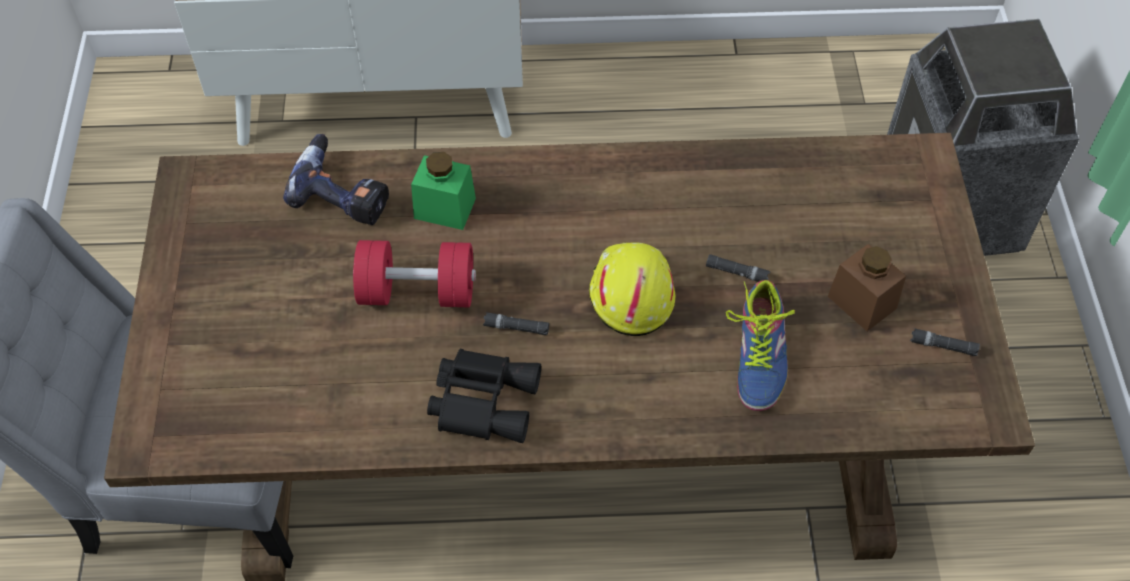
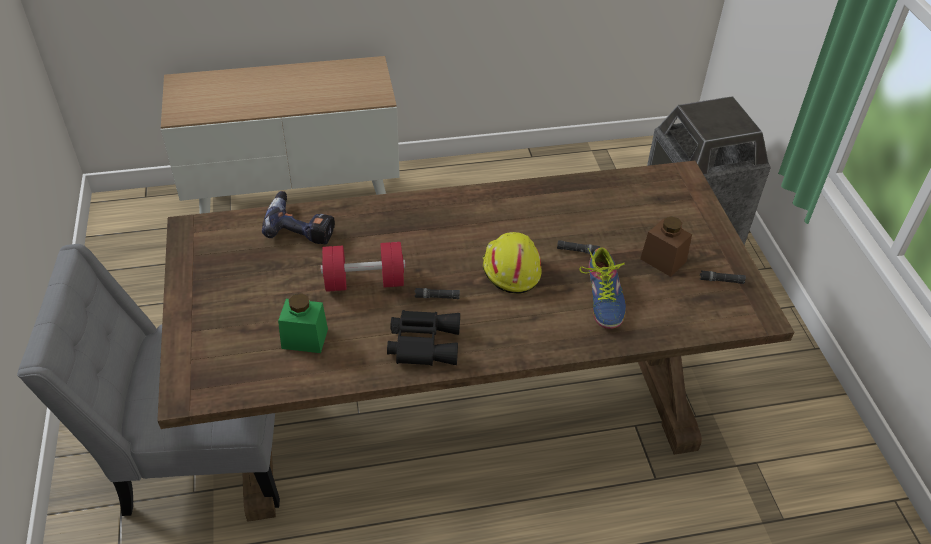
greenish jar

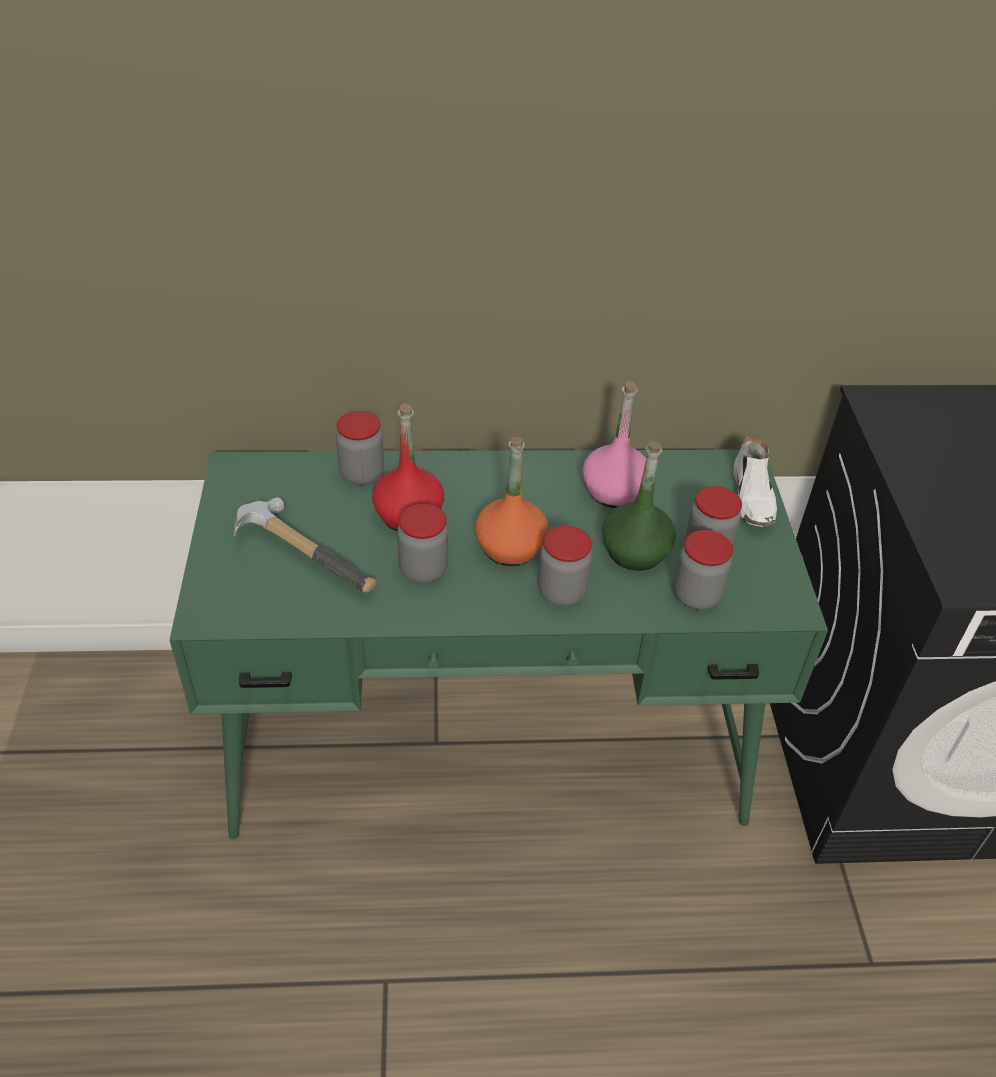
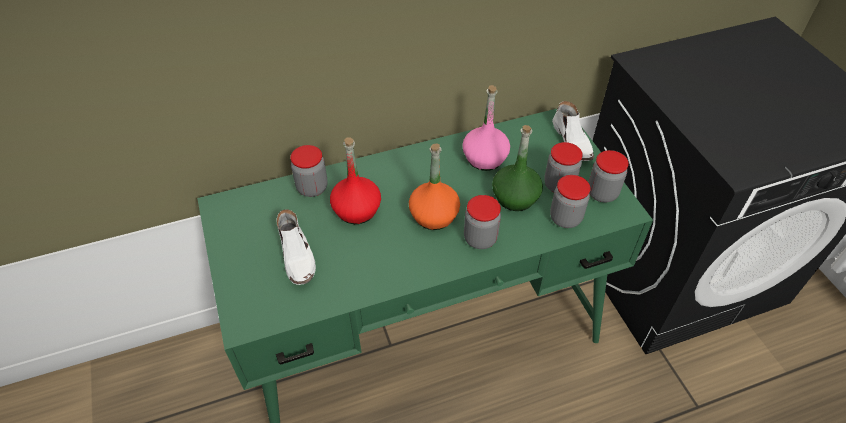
whitish item of footwear (1st from left)
jar (5th from left)

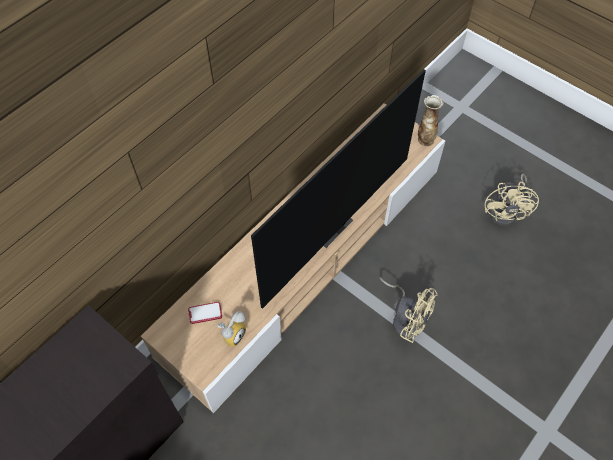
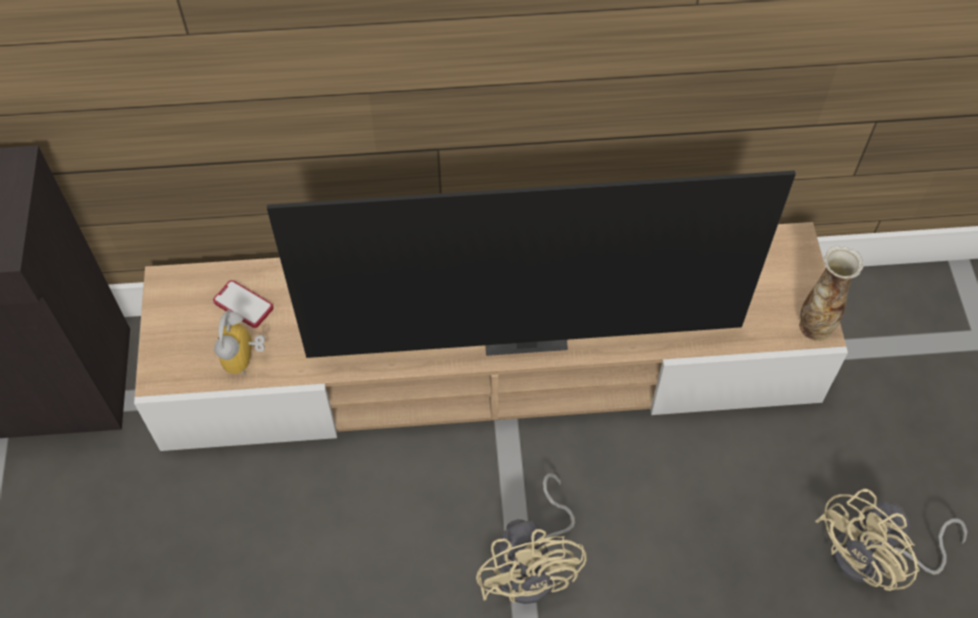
bedside clock

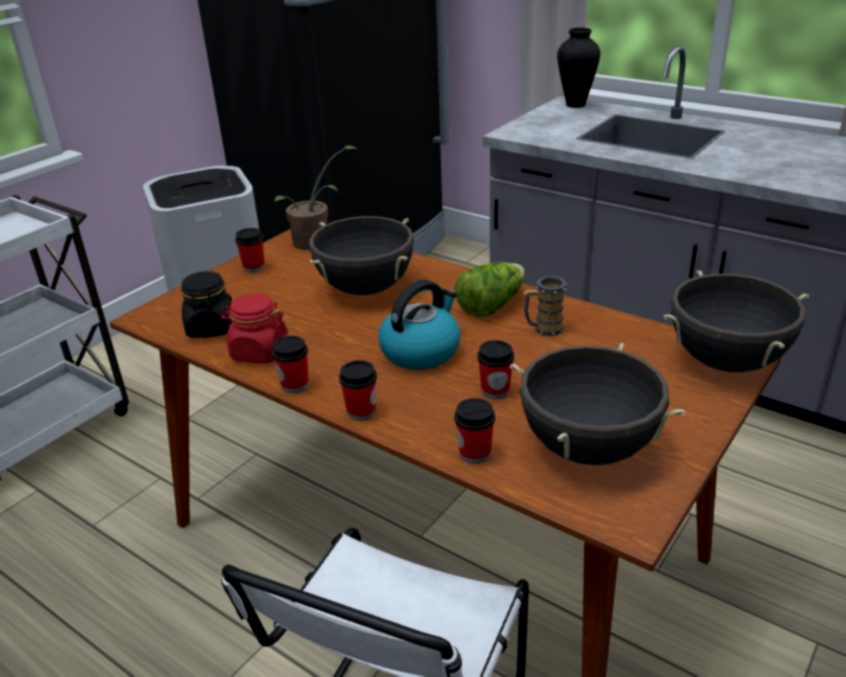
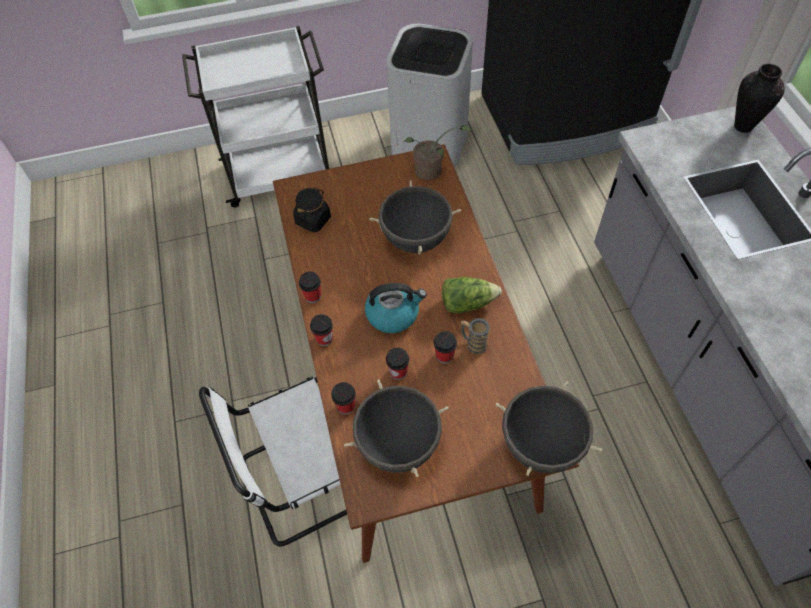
small cup (5th from left)
red jar

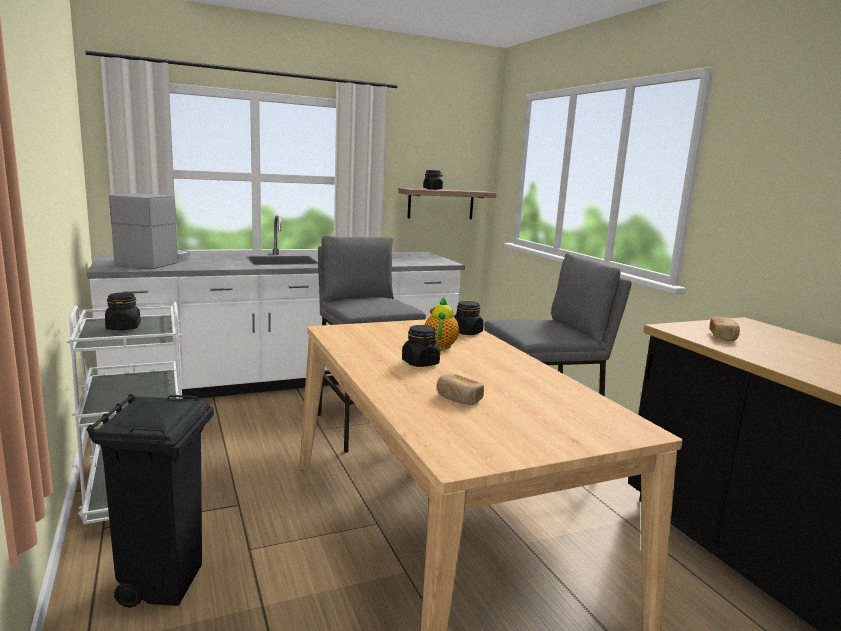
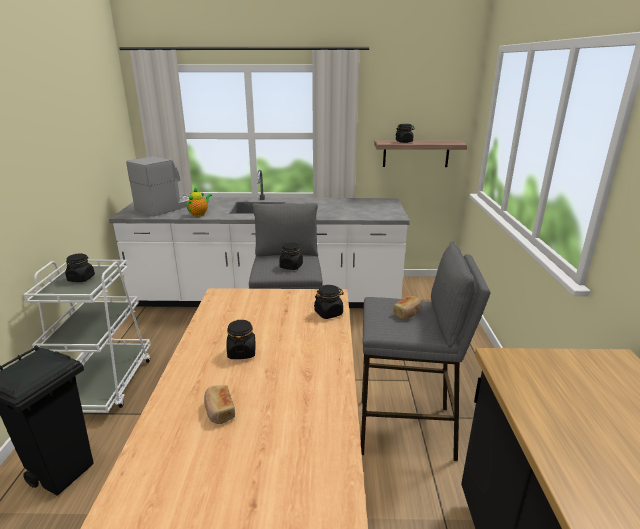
pot for tea
blackish jar (3rd from left)
bread (2nd from left)

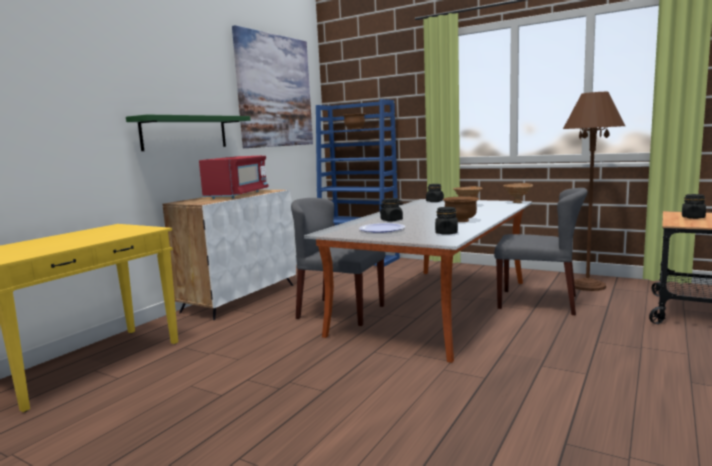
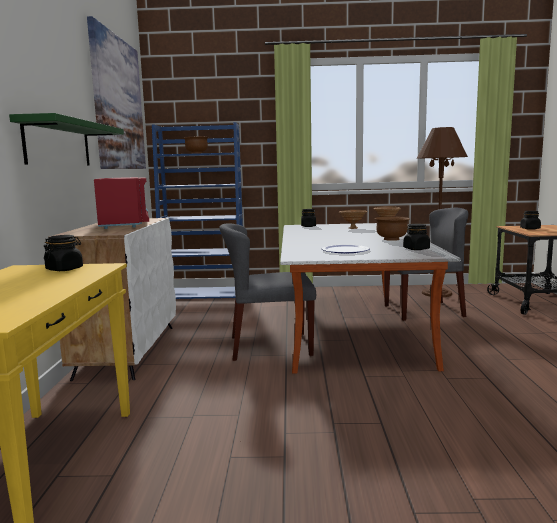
blackish jar (1st from left)

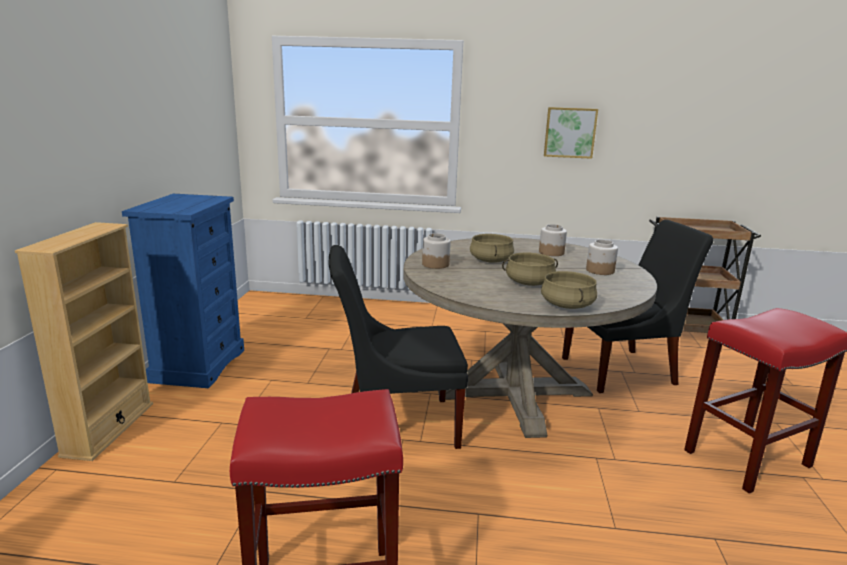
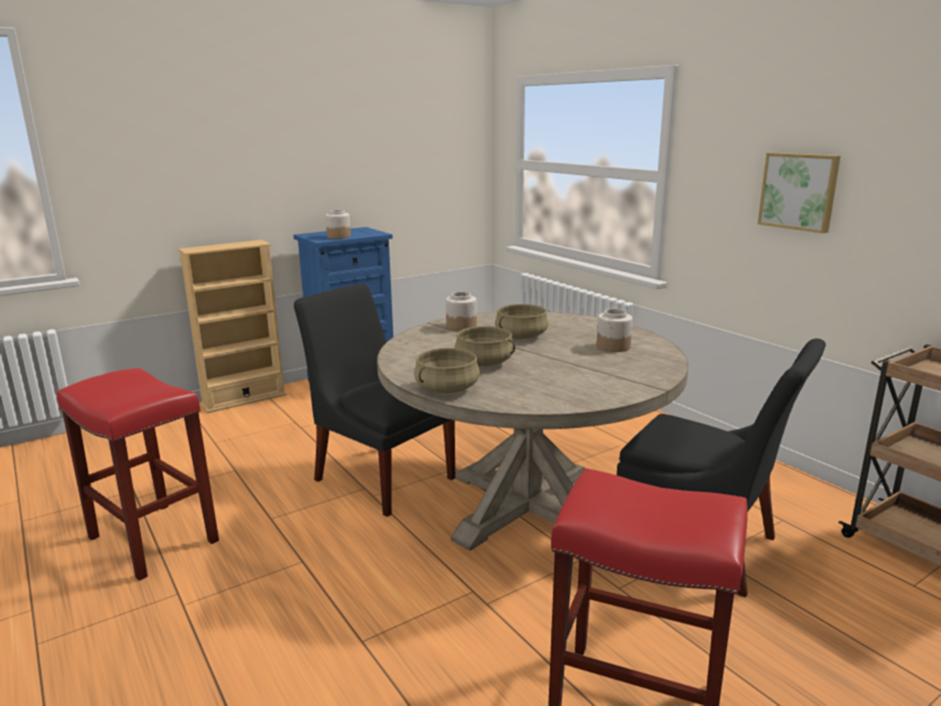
jar (1st from left)

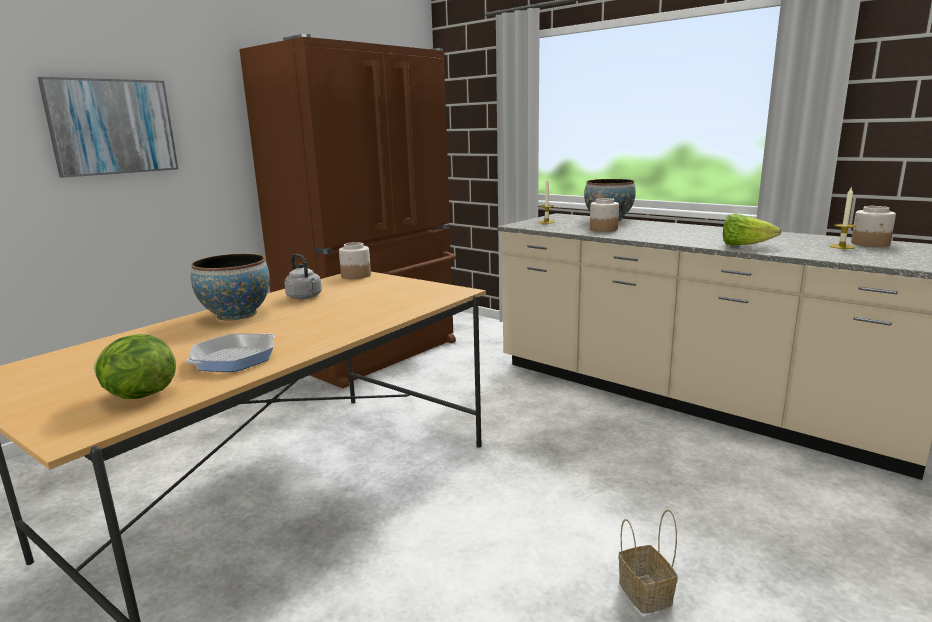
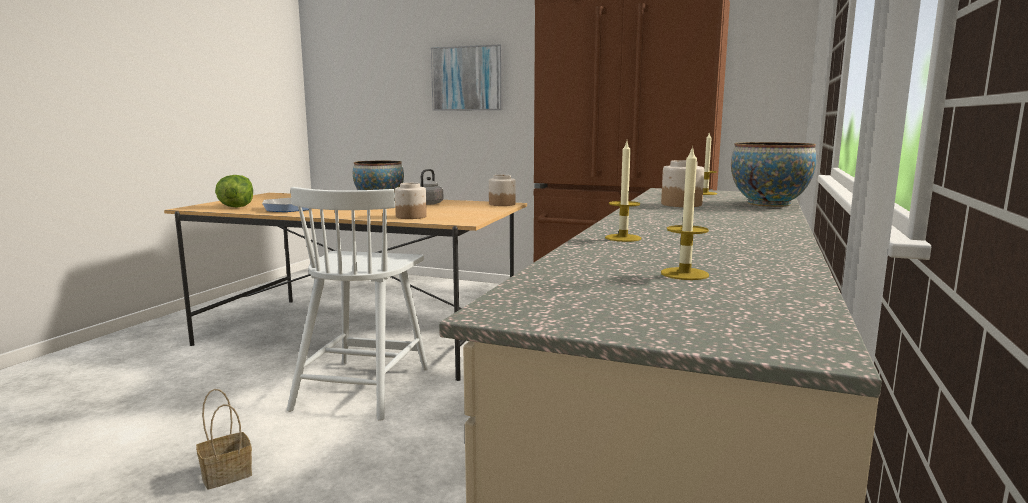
whitish plain chair
jar (1st from left)
candle (1st from left)

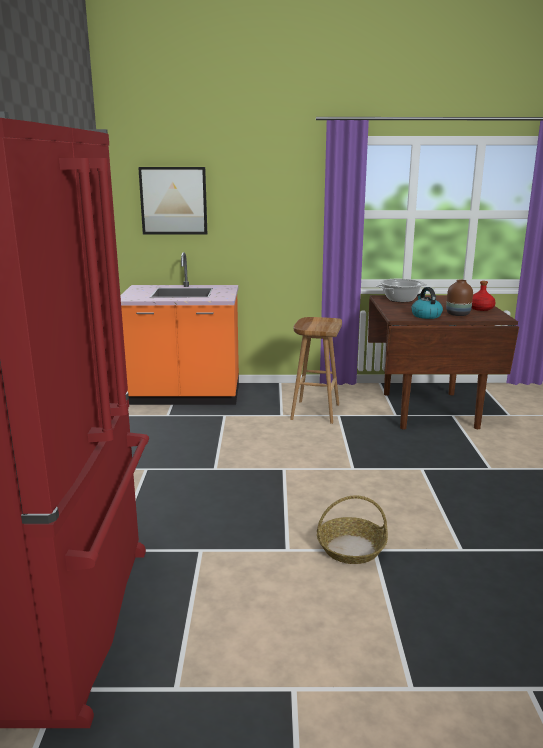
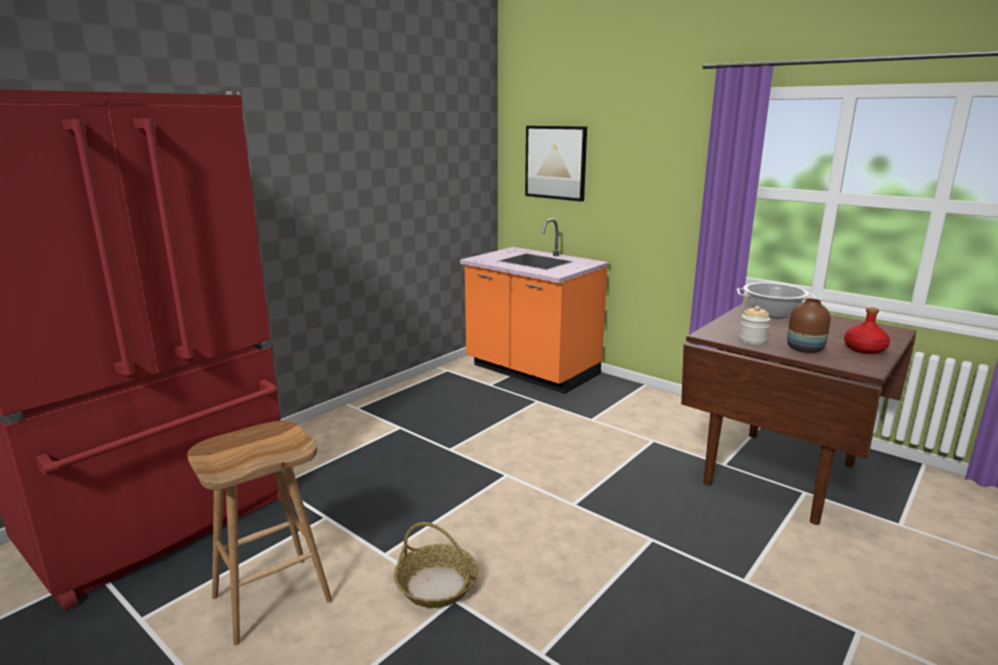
brown-coloured stool seat
jar

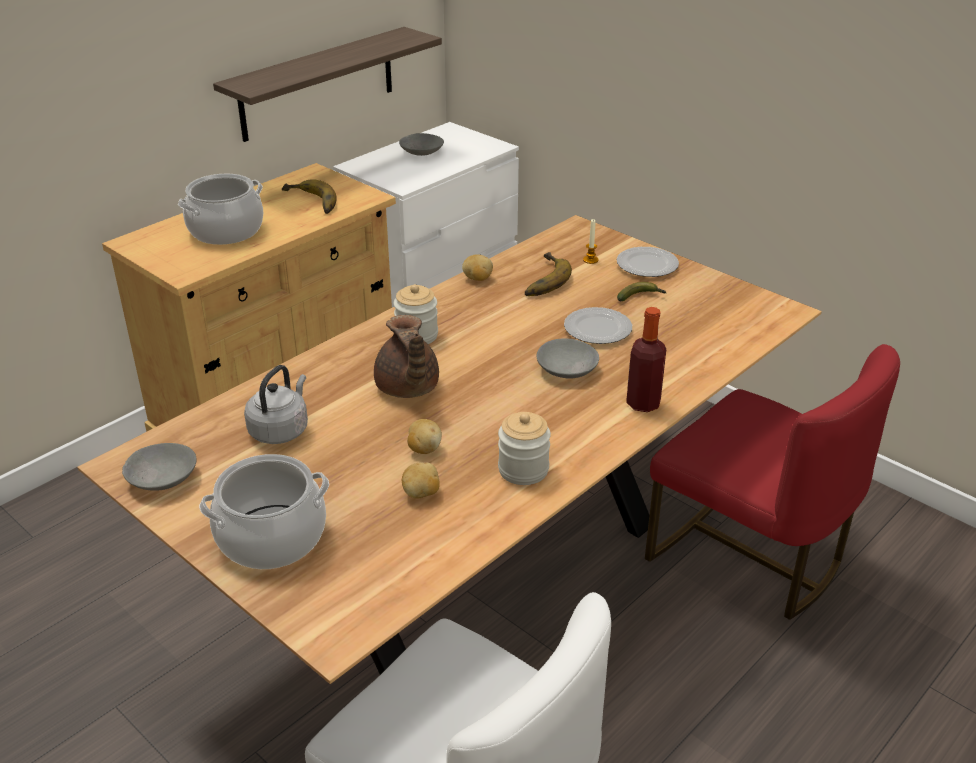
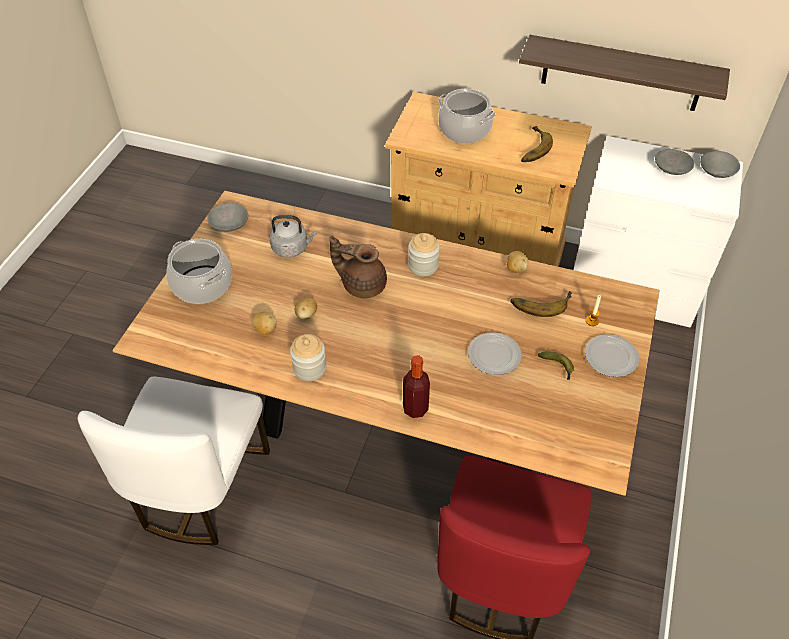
brown-coloured pot for tea
gray serving bowl (3rd from left)

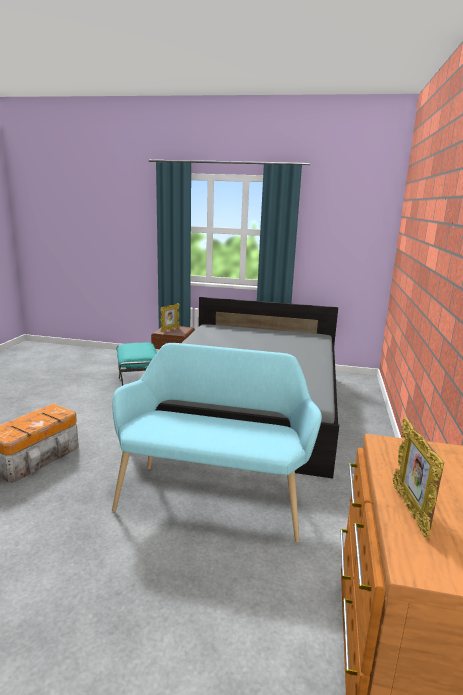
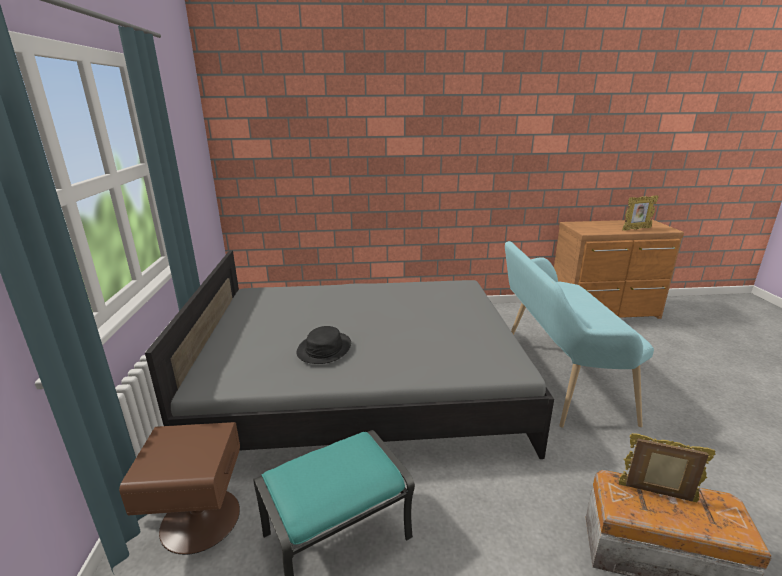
blackish wearable hat
standing frame (2nd from left)

